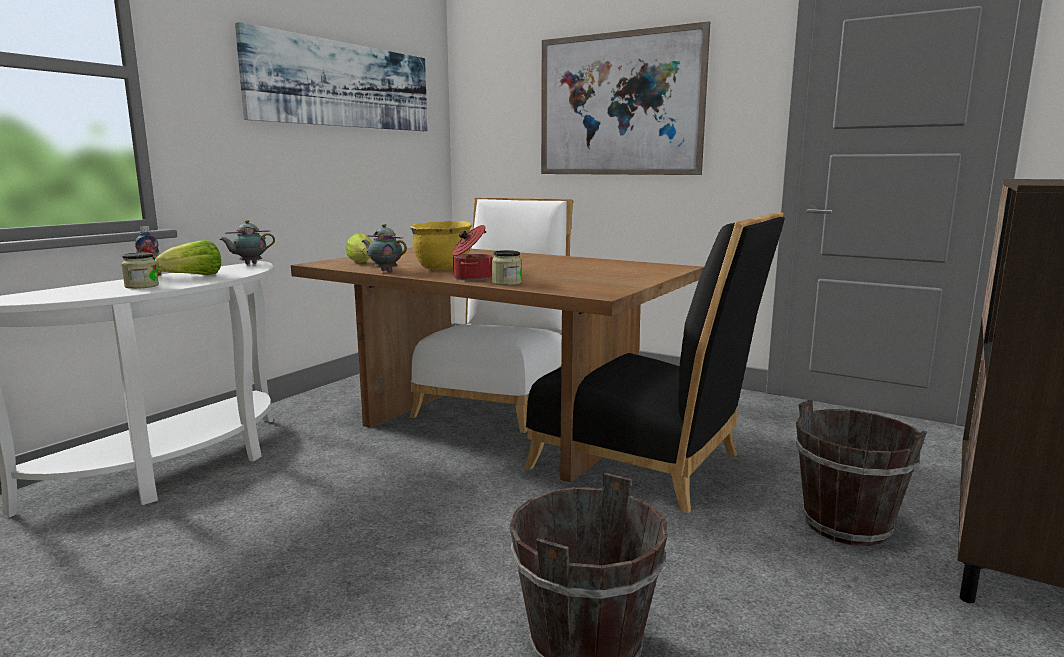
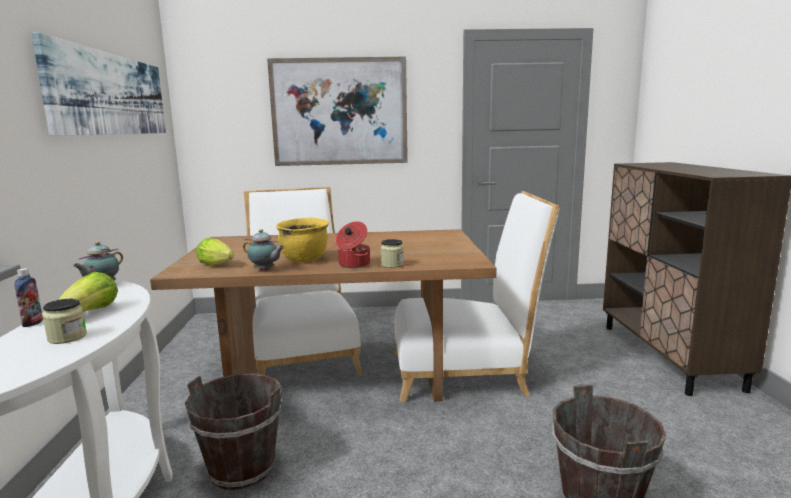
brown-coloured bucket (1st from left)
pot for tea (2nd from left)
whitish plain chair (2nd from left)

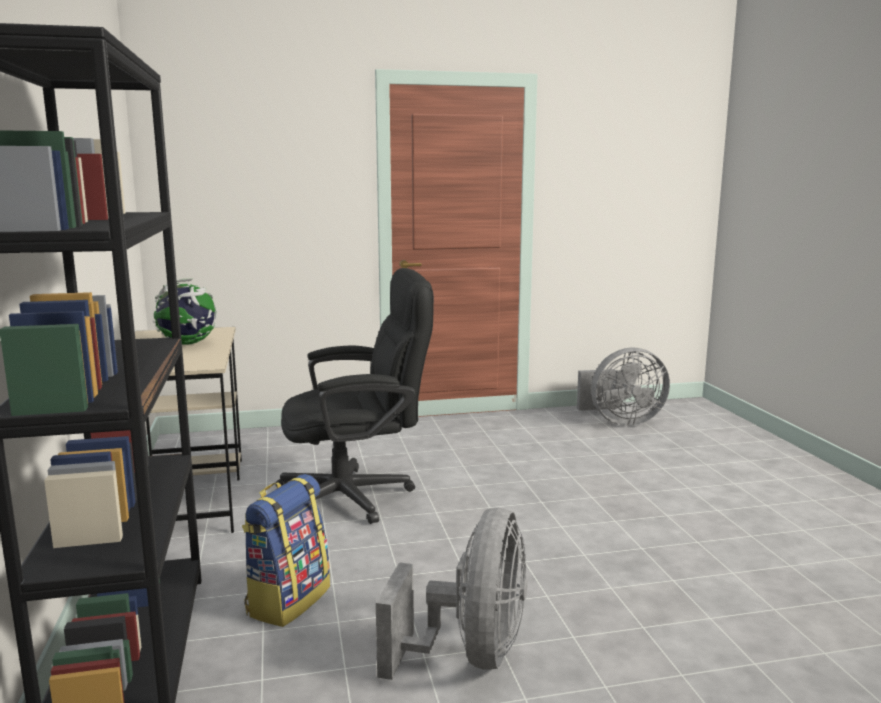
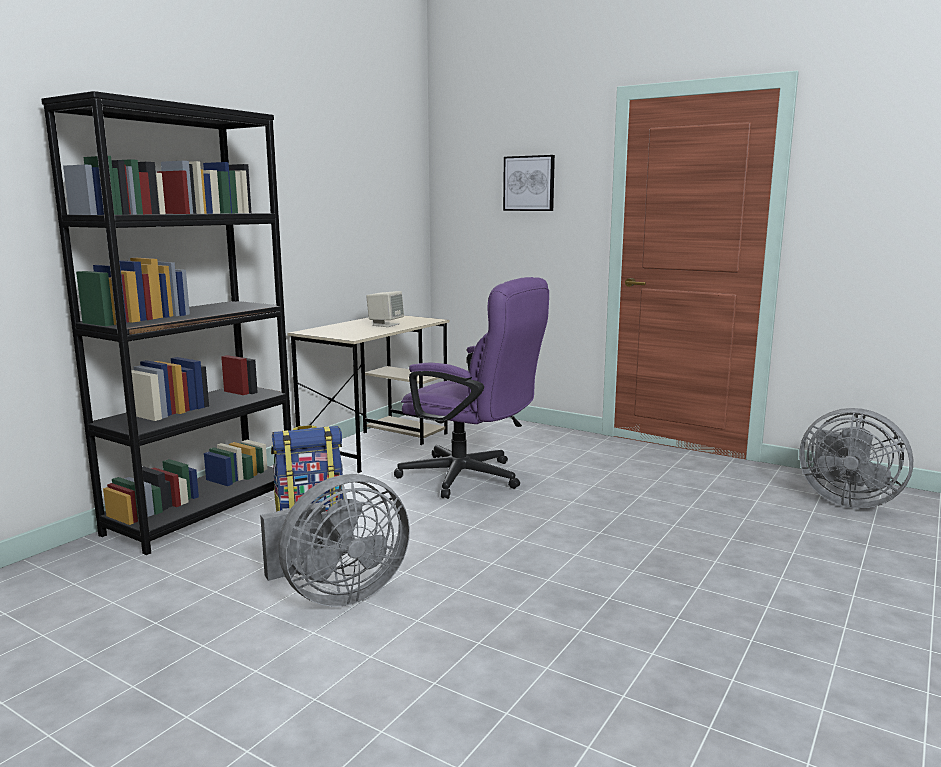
beige-coloured audio speaker
purplish desk chair
wall art

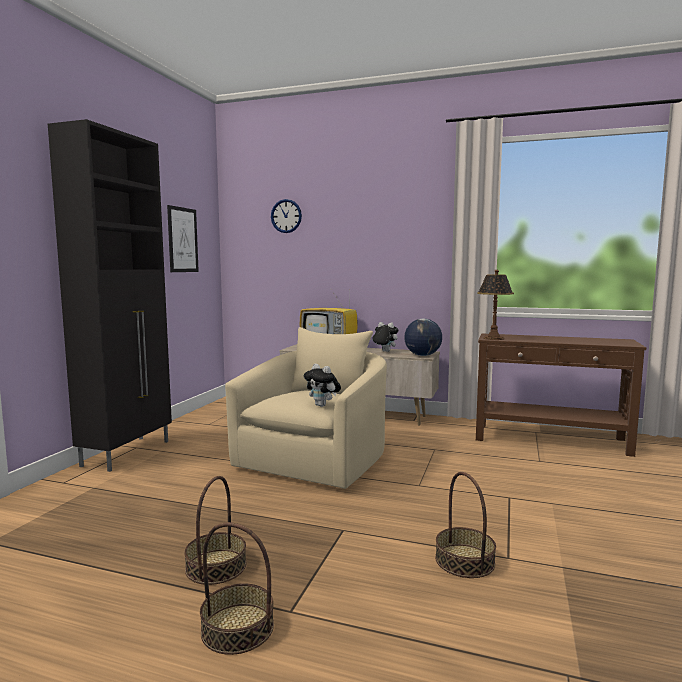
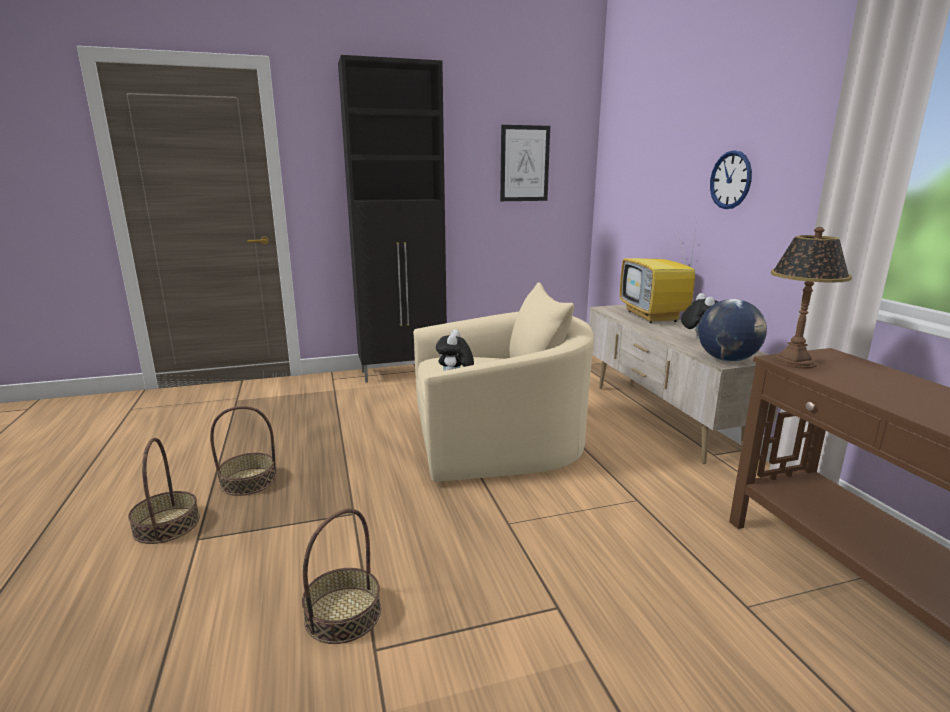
wall clock

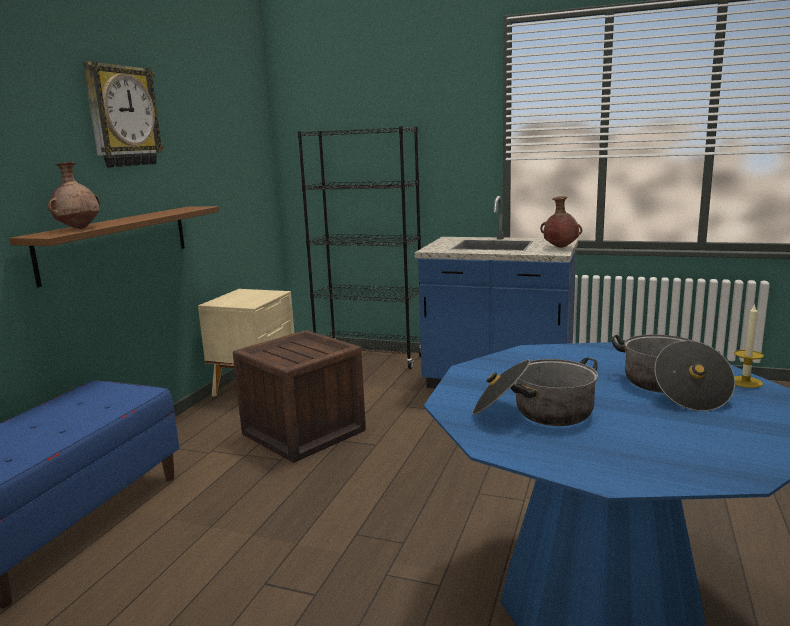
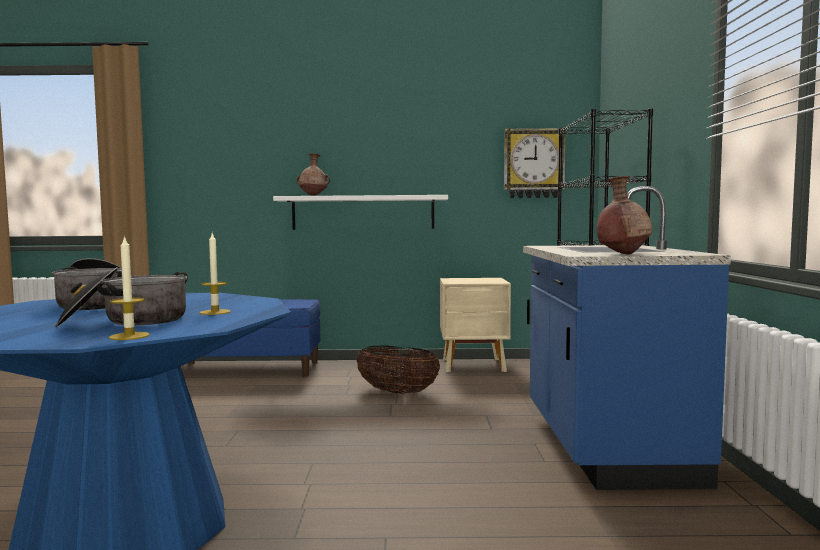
candle (2nd from left)
whitish wall shelf
basket
wall clock

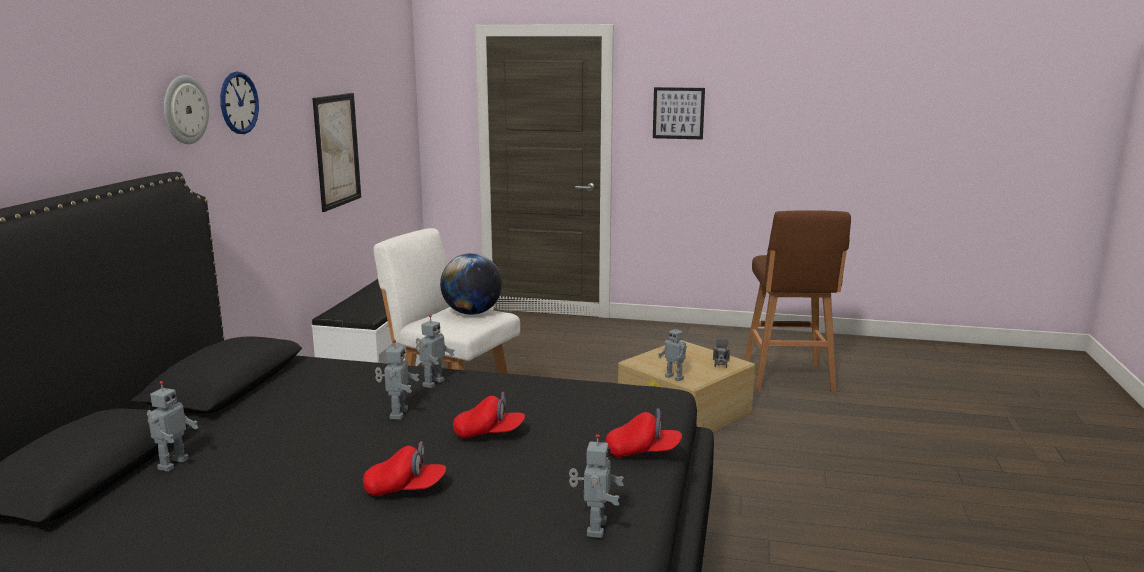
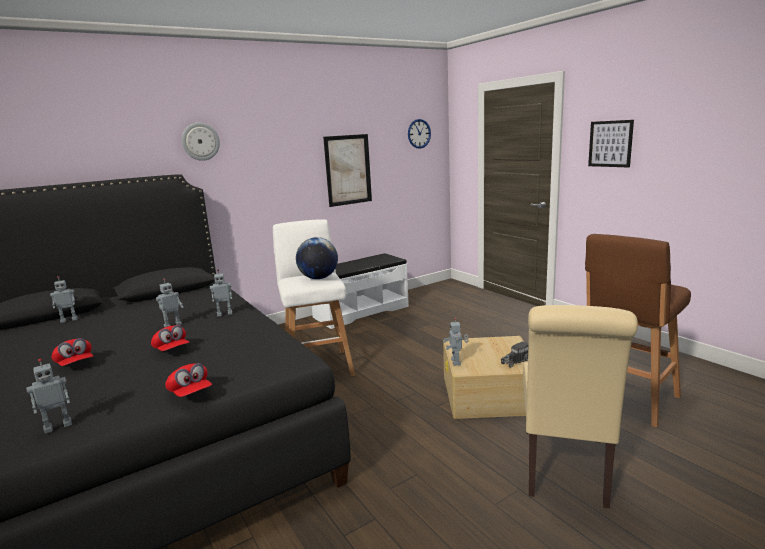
wall clock (2nd from left)
beige-coloured plain chair

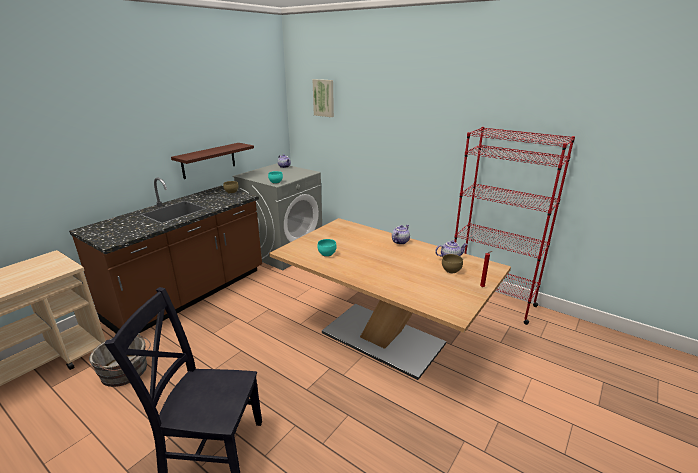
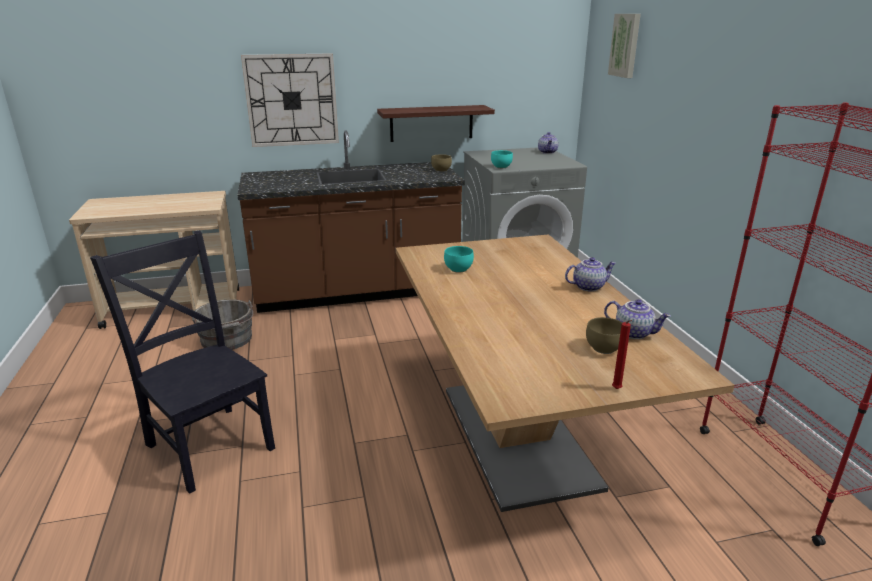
wall clock

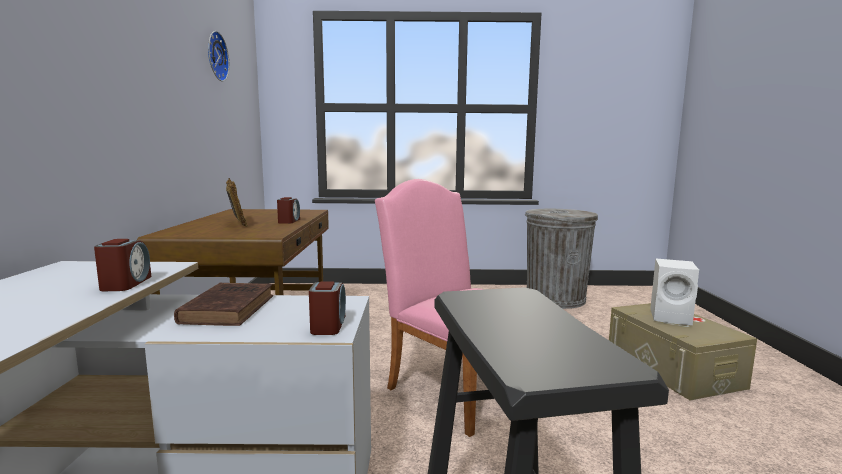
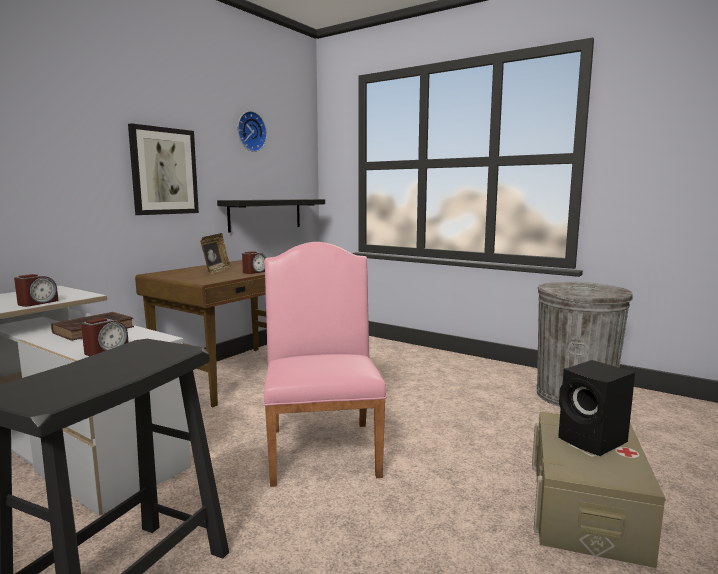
wall art
blackish wall shelf
blackish audio speaker

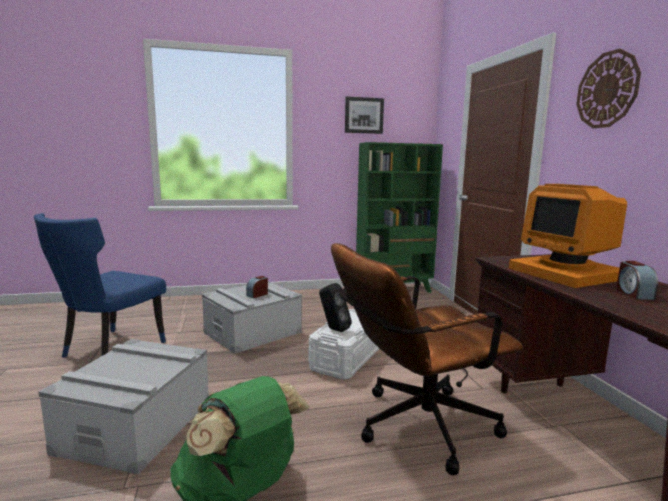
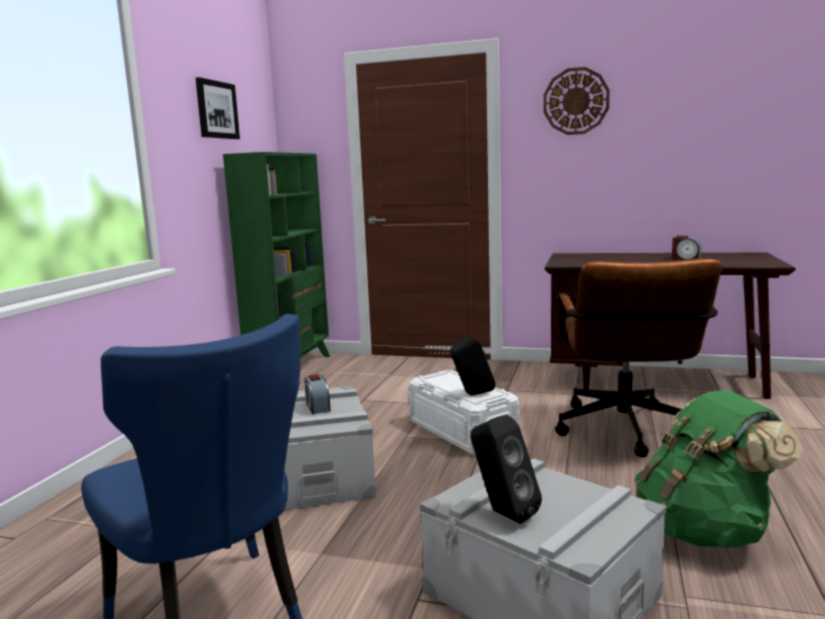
blackish audio speaker (2nd from left)
monitor

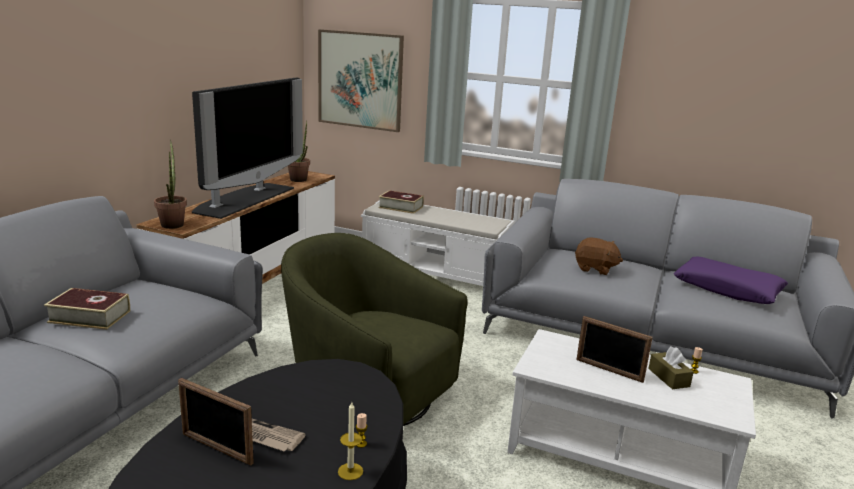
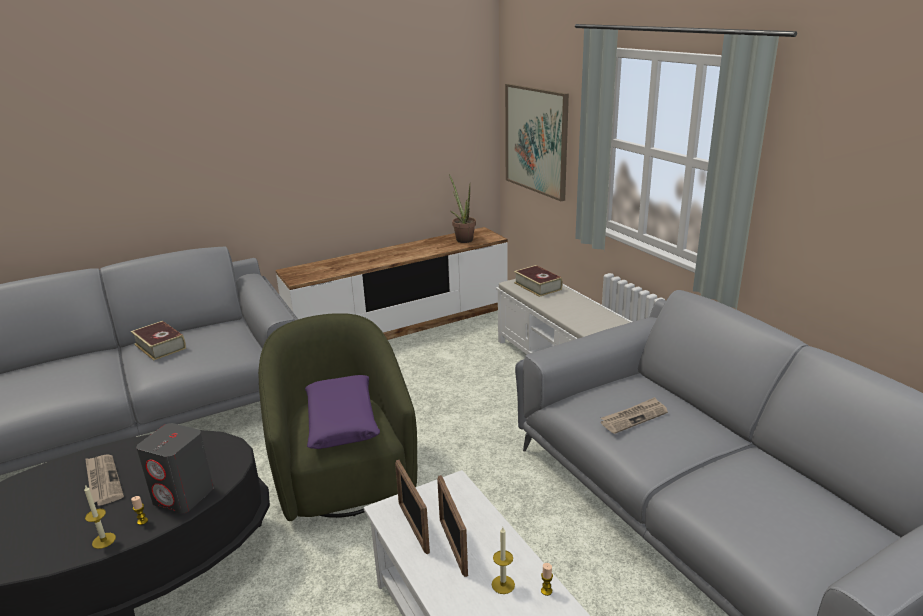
gray audio speaker
purplish pillow
standing frame (1st from left)
candle (3rd from left)
printed paper (2nd from left)
potted plant (1st from left in the first image)
TV

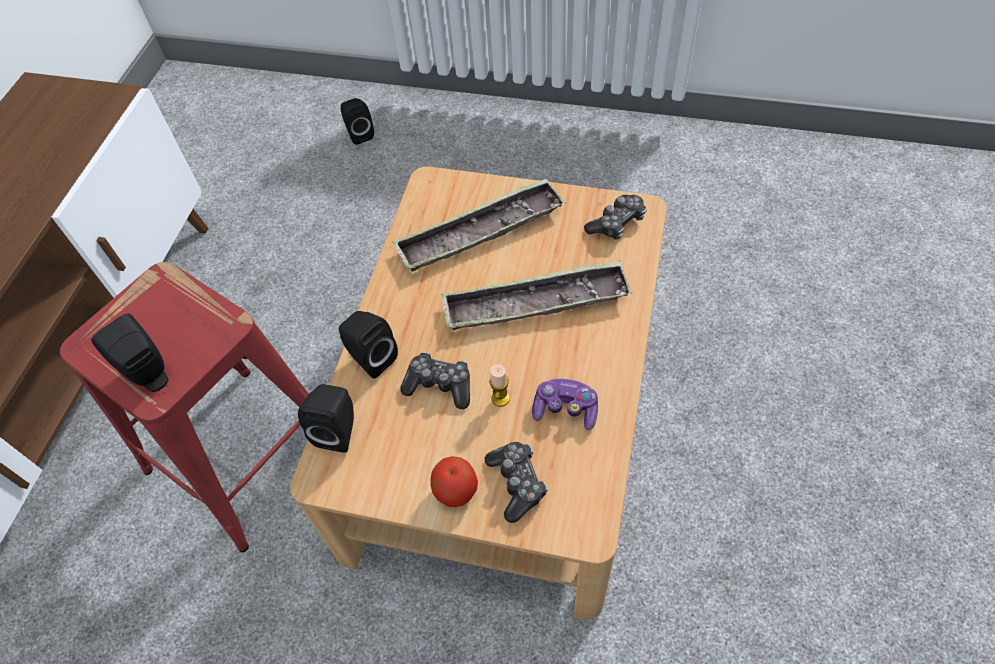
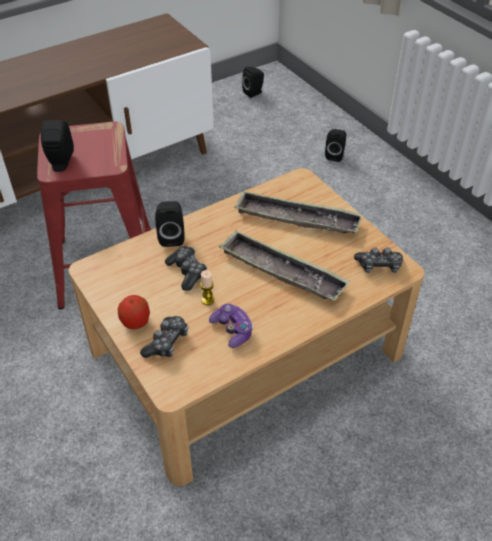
blackish audio speaker (3rd from left)

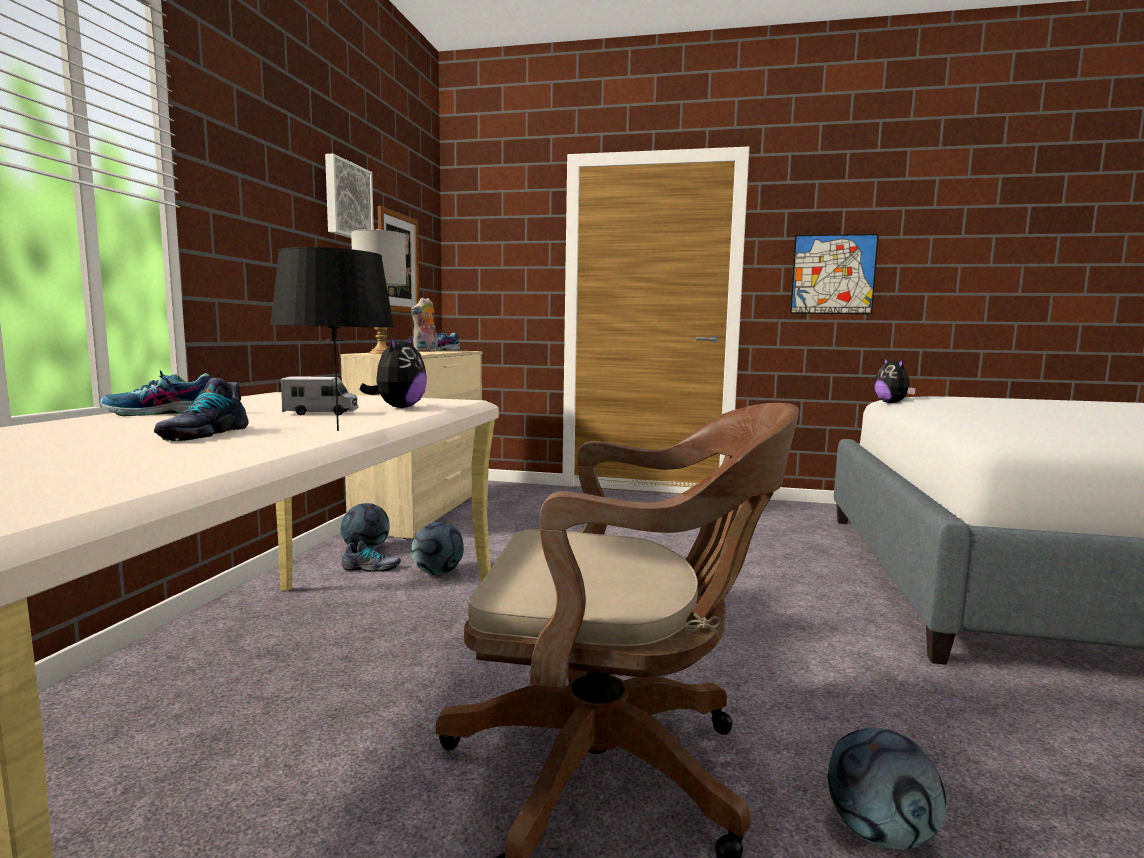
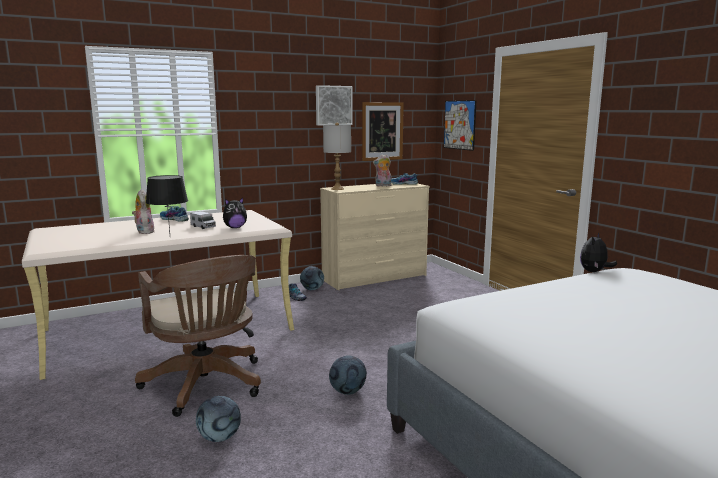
plush toy (1st from left)
football ball (3rd from left)
wall art (3rd from left)

